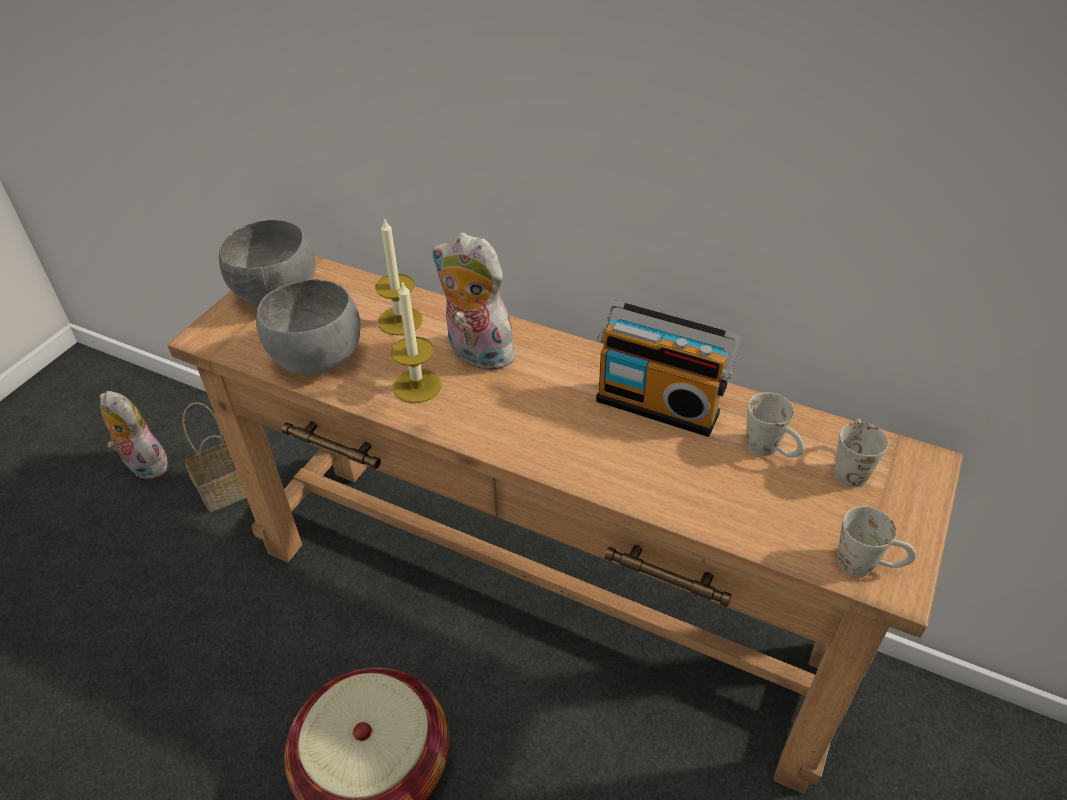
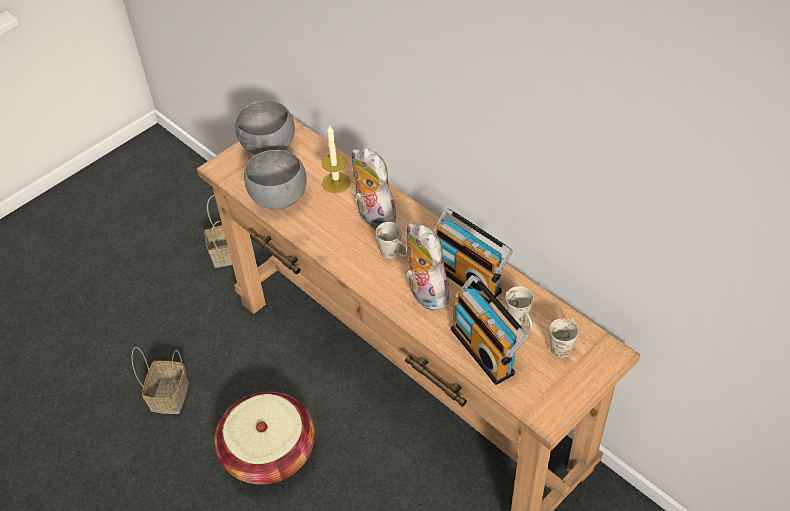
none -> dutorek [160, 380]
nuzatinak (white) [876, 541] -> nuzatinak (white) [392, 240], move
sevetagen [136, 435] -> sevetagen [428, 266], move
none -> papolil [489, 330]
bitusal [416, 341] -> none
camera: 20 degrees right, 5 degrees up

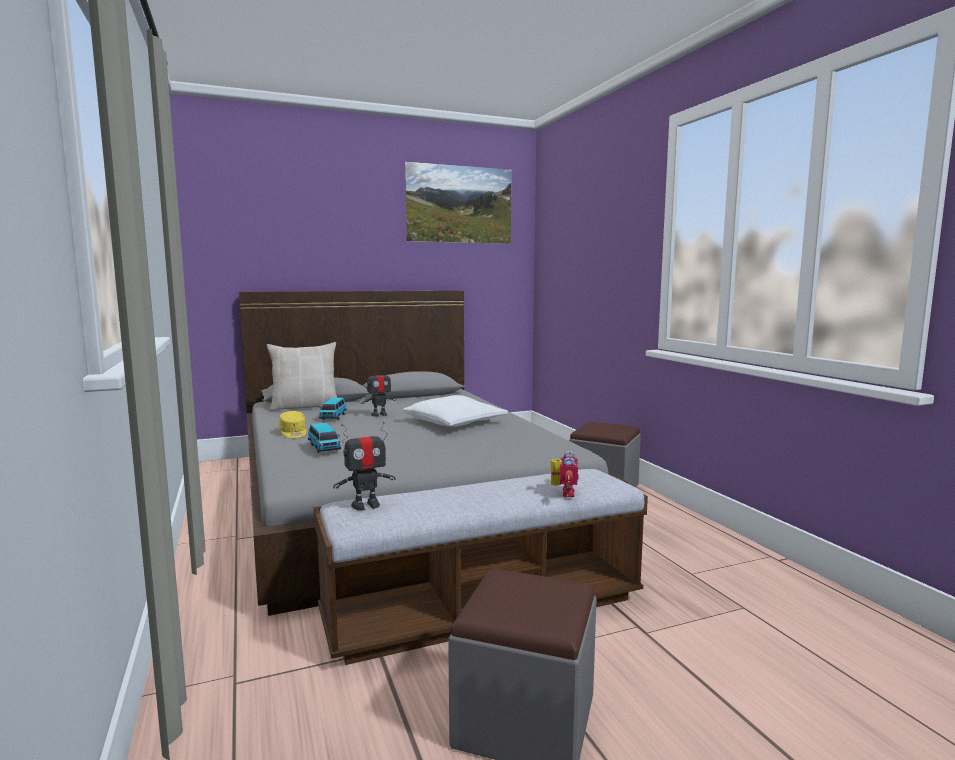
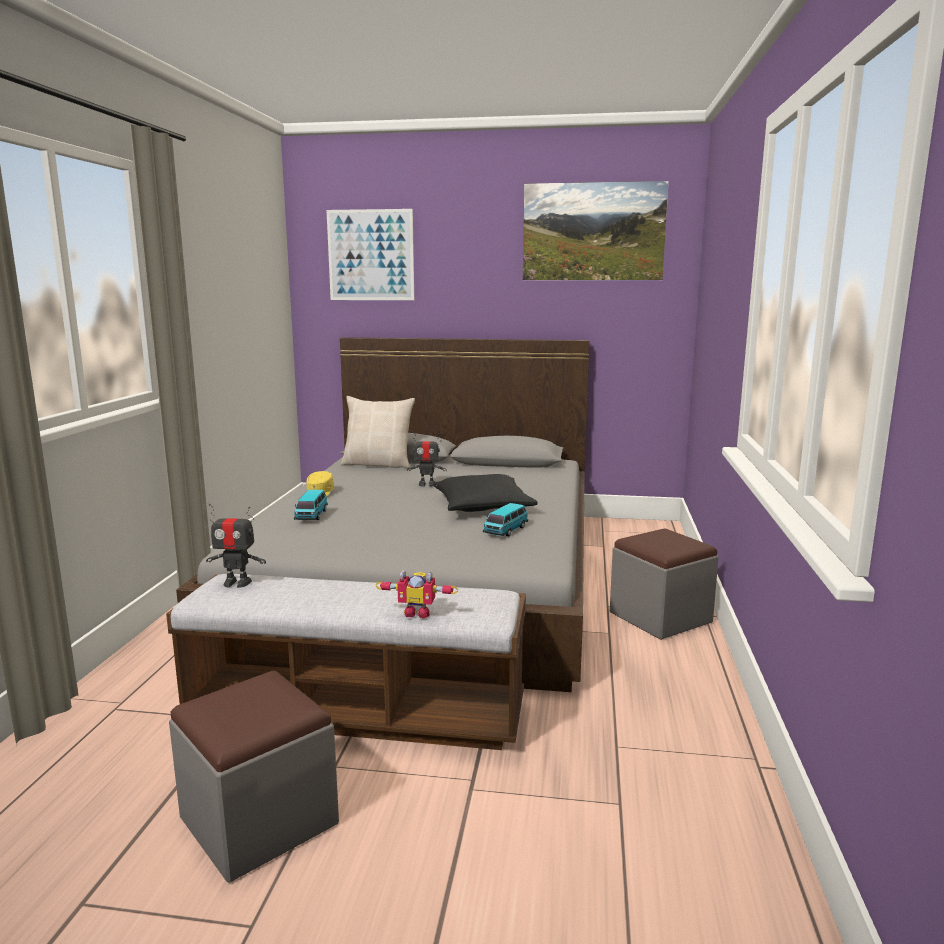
none -> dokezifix [370, 254]
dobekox [565, 474] -> dobekox [416, 594], 60 degrees clockwise
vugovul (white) [455, 411] -> vugovul (black) [485, 493]
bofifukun [333, 409] -> bofifukun [505, 519], move
camera: 30 degrees right, 5 degrees up

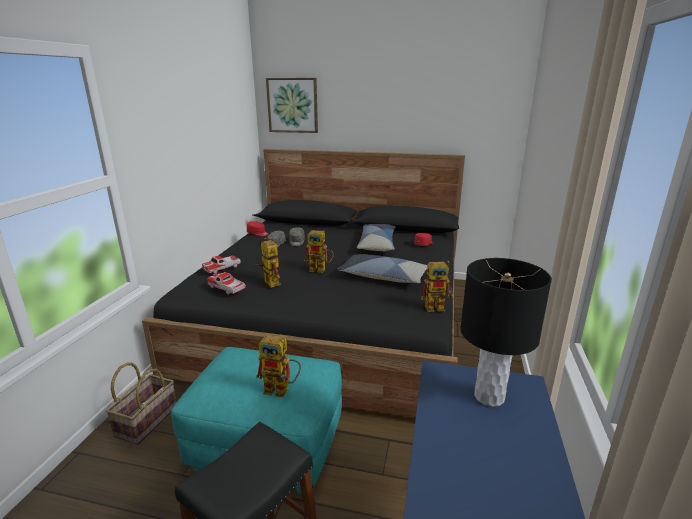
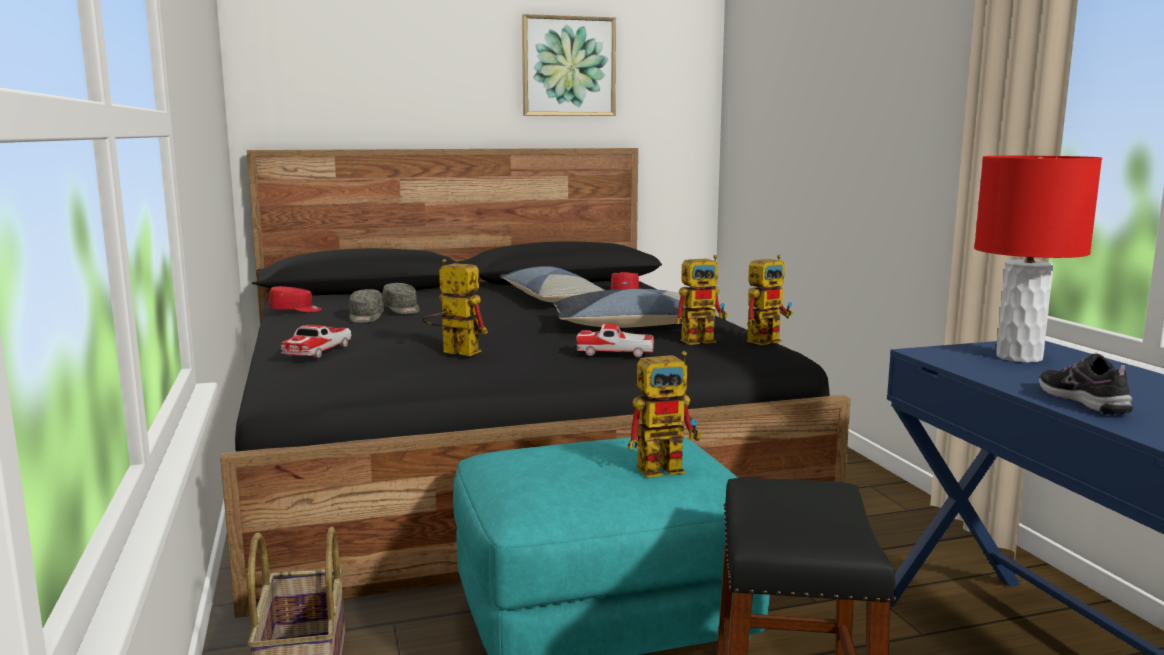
dokezifix [292, 105] -> dokezifix [569, 65], move
bofifukun [226, 283] -> bofifukun [615, 340], move
dobekox [319, 251] -> dobekox [702, 300], move
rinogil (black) [506, 332] -> rinogil (red) [1038, 259]
none -> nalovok [1085, 383]
camera: 30 degrees left, 10 degrees down

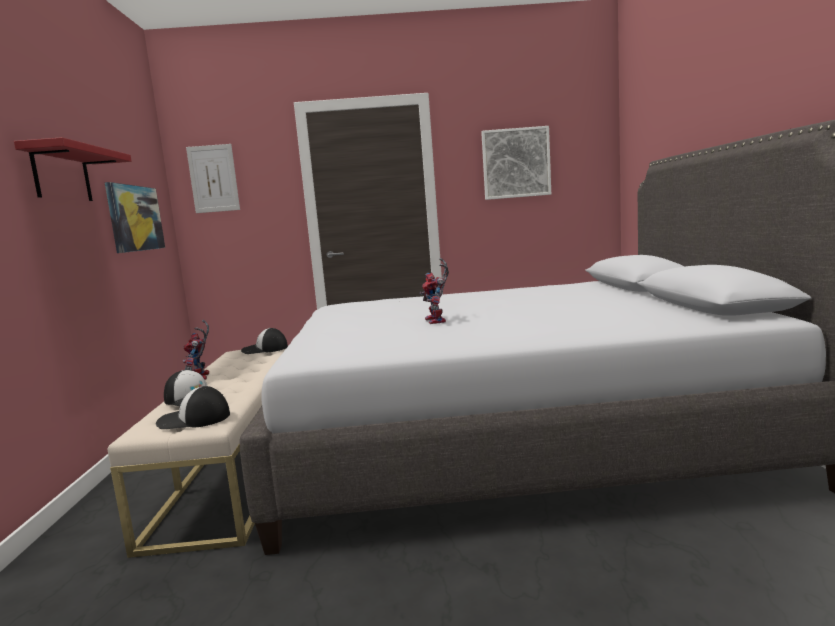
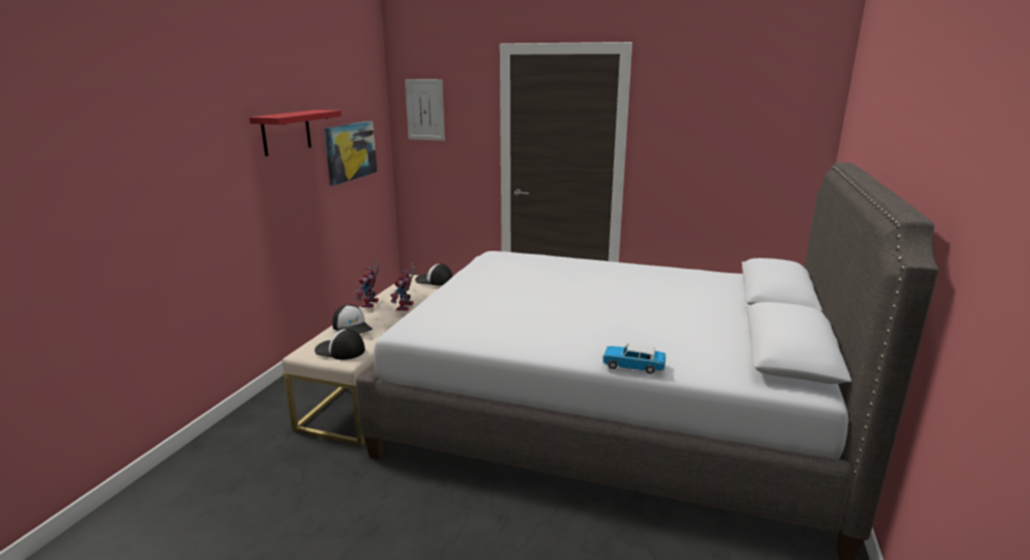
dobekox [434, 291] -> dobekox [402, 287], move
none -> bofifukun [634, 358]
dokezifix [516, 163] -> none
camera: 20 degrees right, 10 degrees up

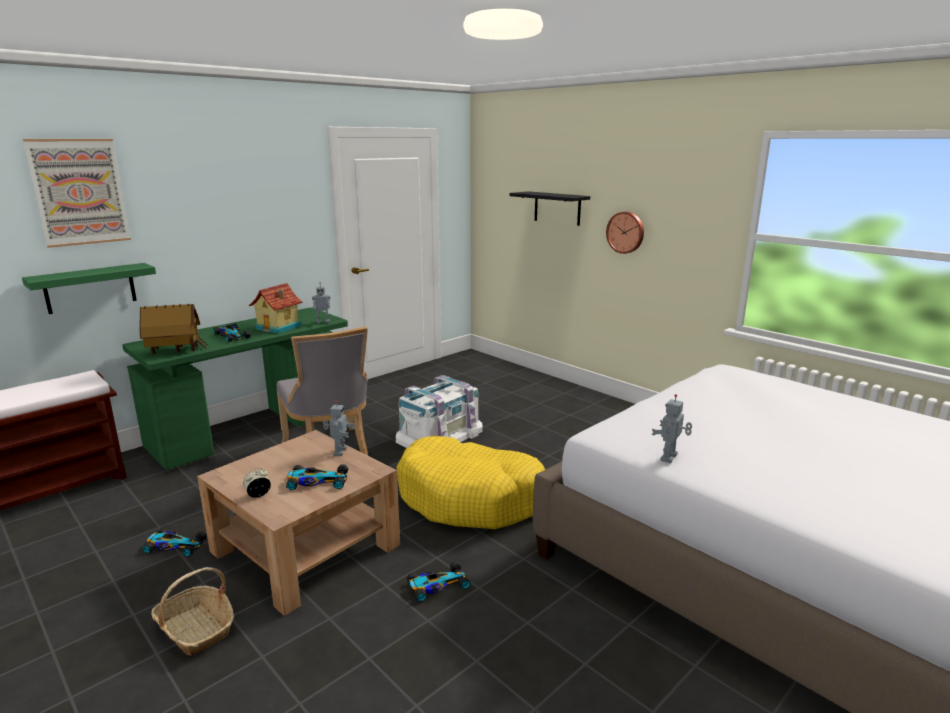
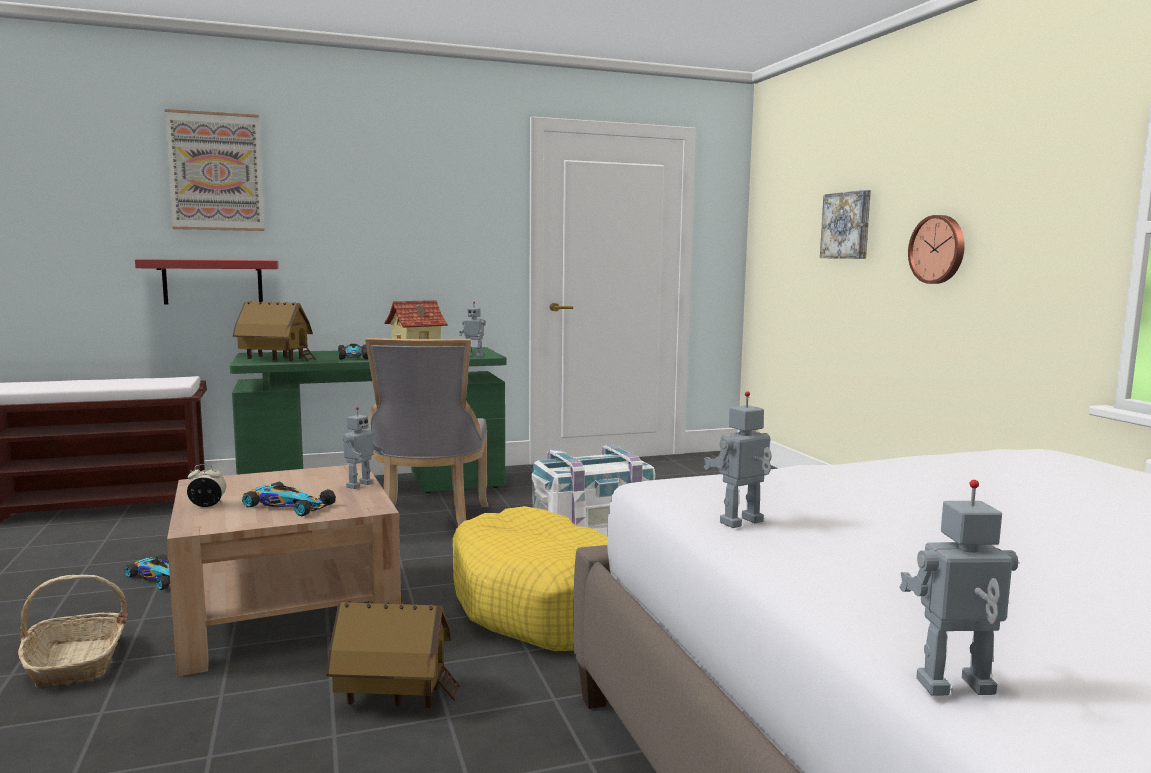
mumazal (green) [89, 288] -> mumazal (red) [207, 282]
bofifukun [439, 582] -> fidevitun [393, 654]
mumazal (black) [549, 208] -> dokezifix [845, 224]
none -> dobekox [959, 588]
camera: 25 degrees right, 10 degrees down

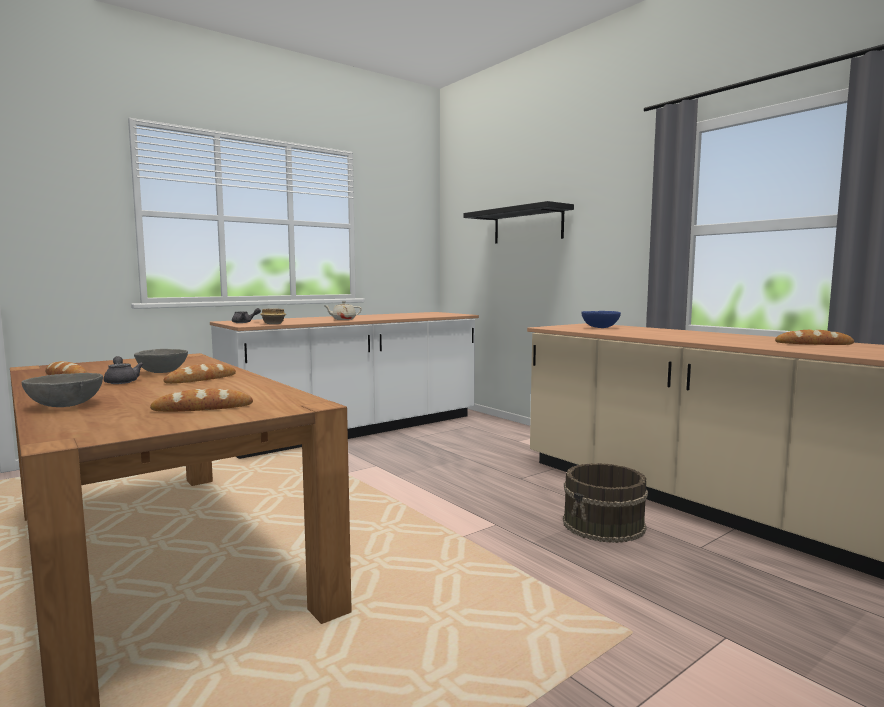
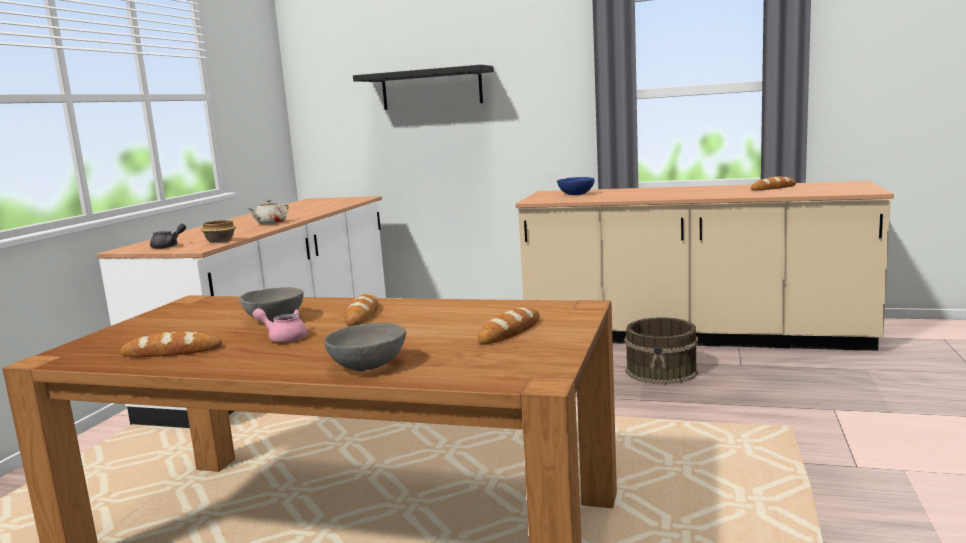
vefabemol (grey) [123, 370] -> vefabemol (pink) [280, 325]
camera: 35 degrees left, 5 degrees up

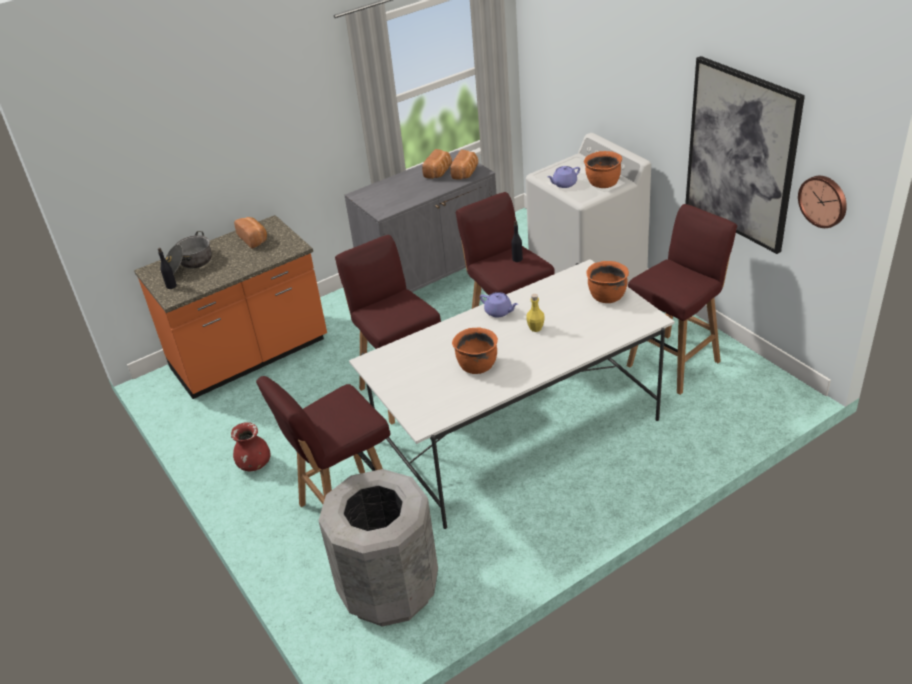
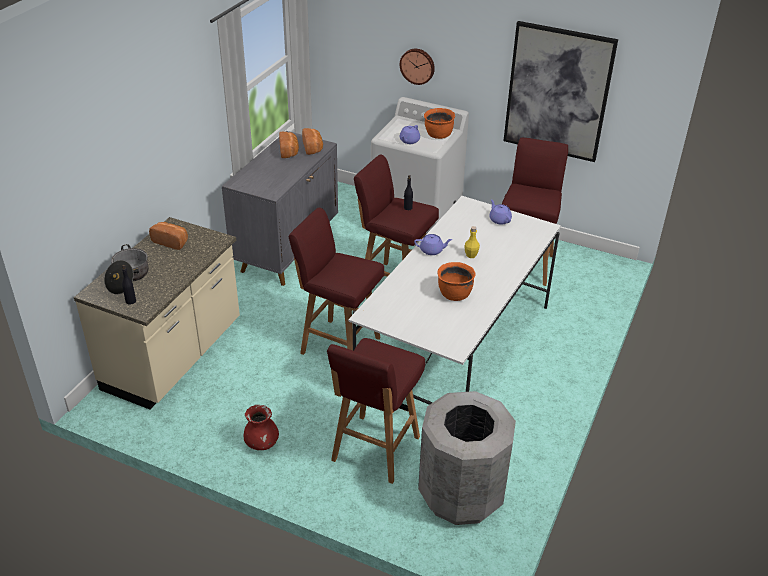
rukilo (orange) [230, 307] -> rukilo (beige) [157, 313]
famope [822, 202] -> famope [417, 67], move
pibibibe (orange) [607, 282] -> vefabemol (purple) [500, 212]
camera: 35 degrees left, 0 degrees up

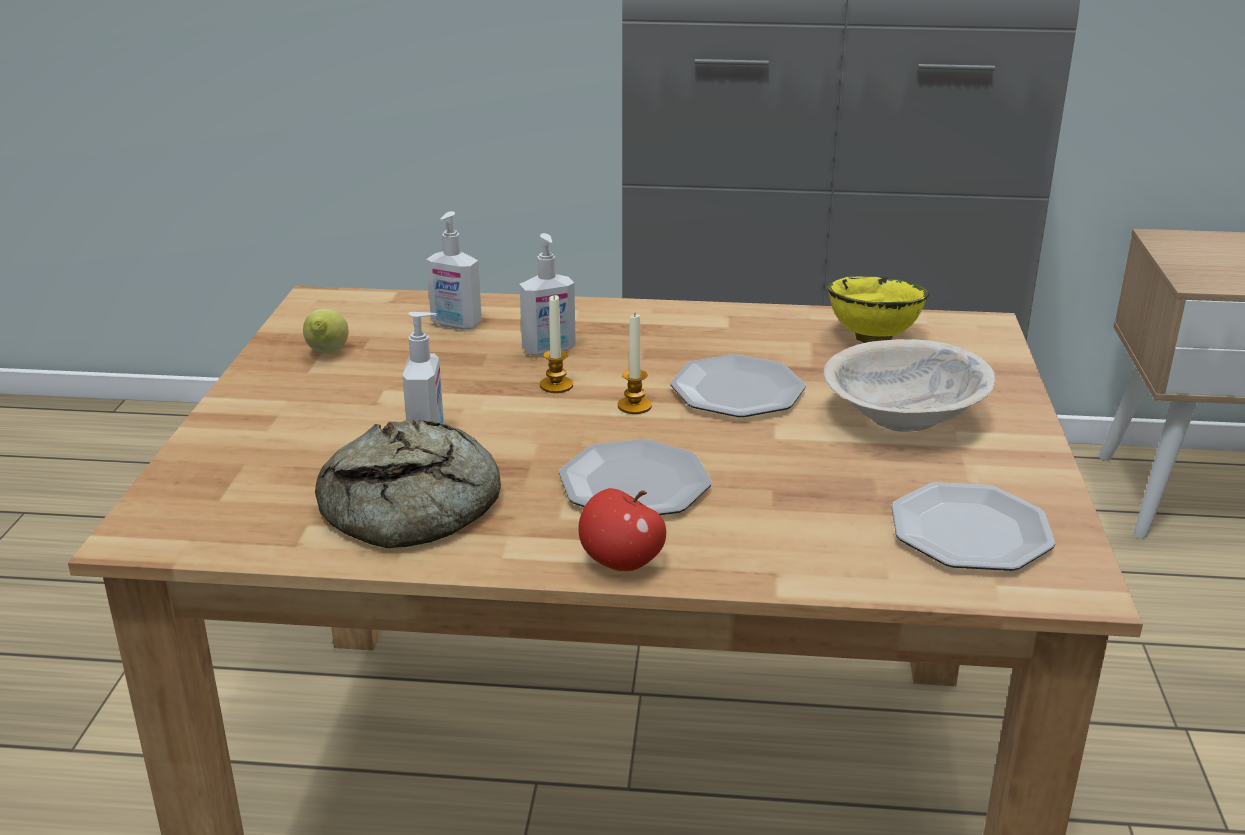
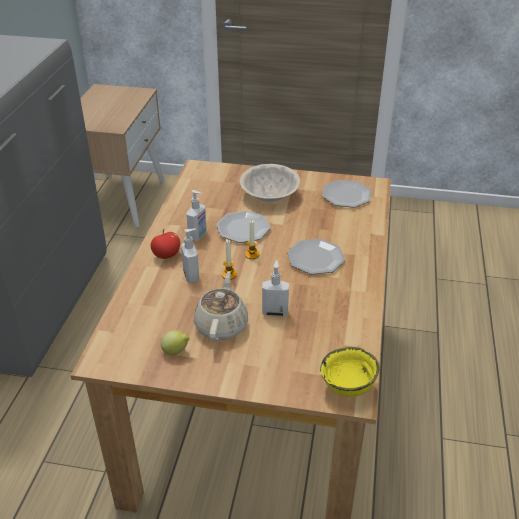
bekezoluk [622, 529] -> bekezoluk [165, 244], move
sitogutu [454, 270] -> sitogutu [196, 215], move
none -> vefabemol (beige) [221, 307]
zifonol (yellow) [878, 310] -> zifonol (yellow) [349, 372], move
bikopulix [408, 483] -> none
camera: 85 degrees left, 10 degrees up

